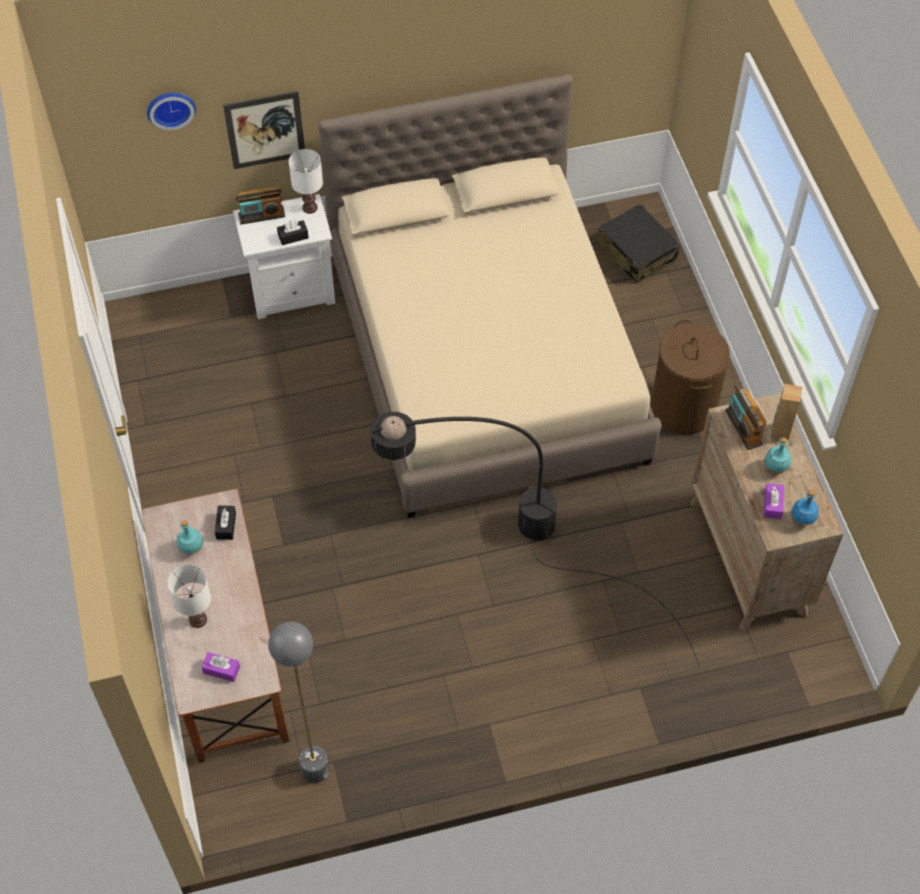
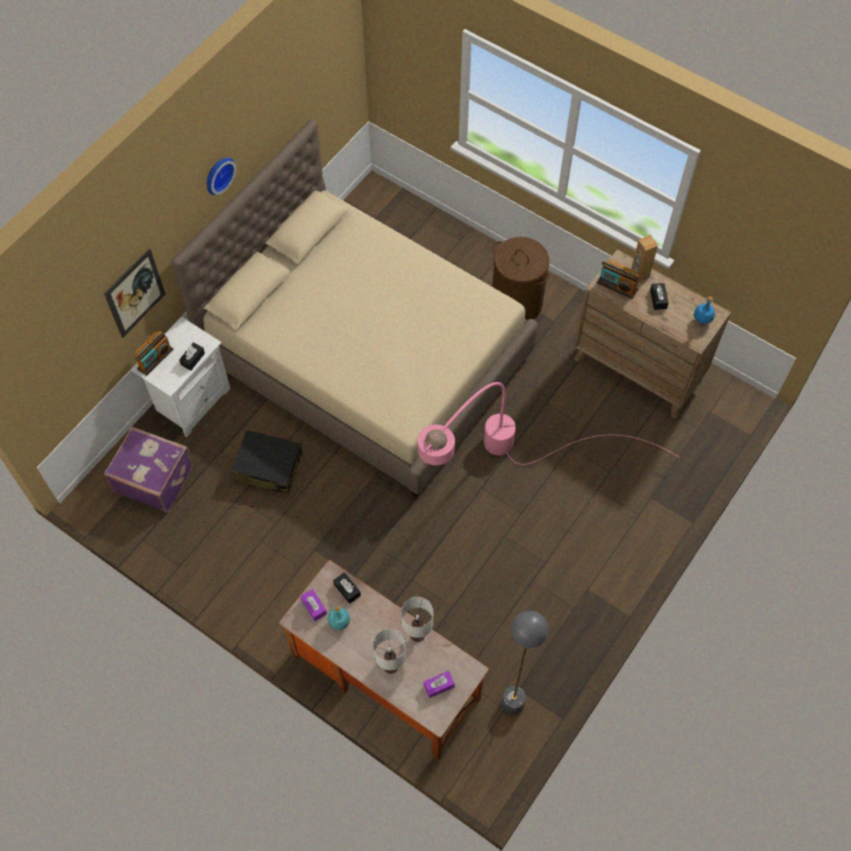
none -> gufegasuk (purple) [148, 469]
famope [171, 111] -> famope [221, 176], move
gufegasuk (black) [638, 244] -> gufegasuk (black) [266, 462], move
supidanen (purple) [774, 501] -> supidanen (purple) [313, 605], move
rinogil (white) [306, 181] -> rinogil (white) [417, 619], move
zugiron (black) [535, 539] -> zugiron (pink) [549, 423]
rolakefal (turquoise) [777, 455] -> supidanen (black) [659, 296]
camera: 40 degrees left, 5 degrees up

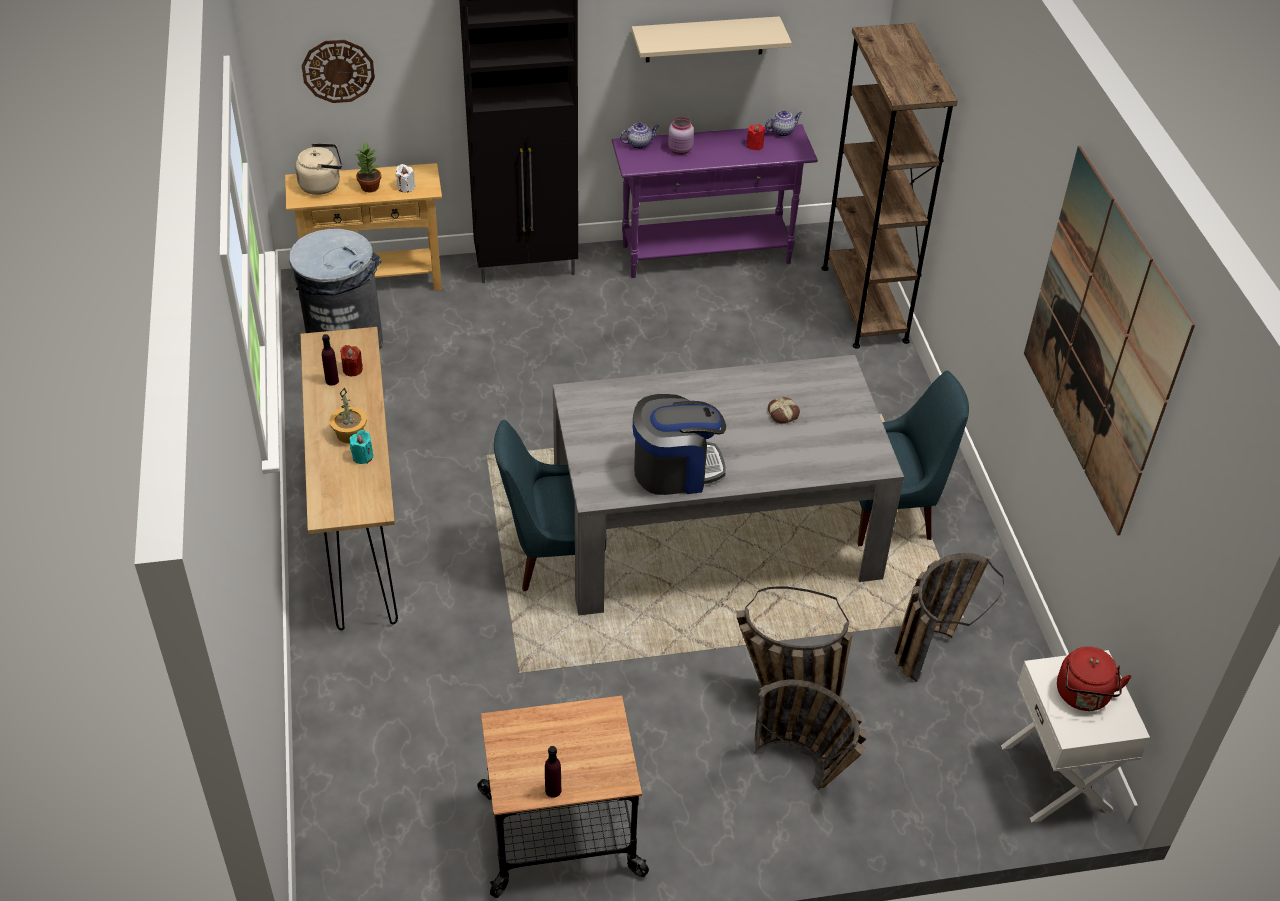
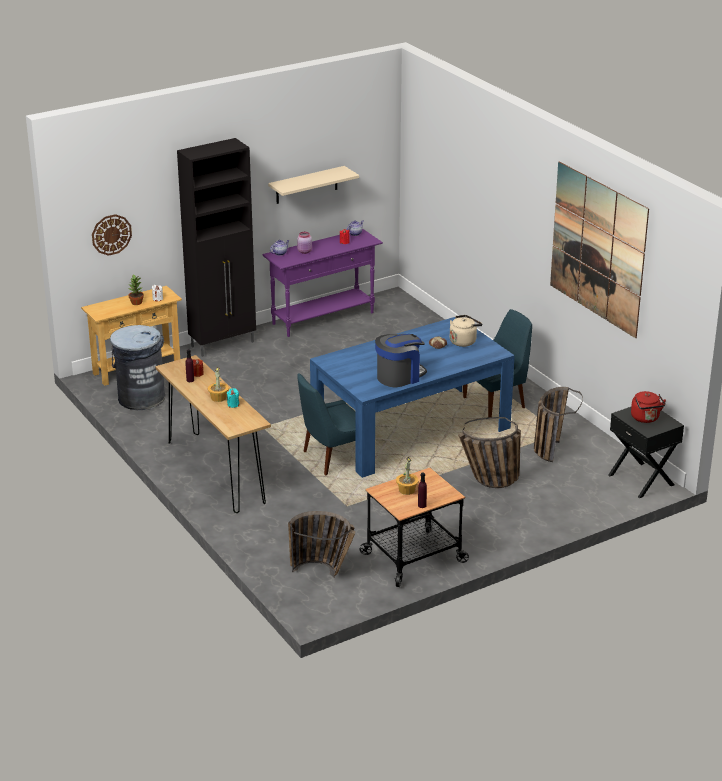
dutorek [810, 734] -> dutorek [321, 544], move
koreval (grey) [728, 485] -> koreval (blue) [412, 397]
none -> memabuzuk [407, 476]
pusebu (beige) [318, 169] -> pusebu (beige) [466, 331], move
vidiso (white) [1075, 736] -> vidiso (black) [646, 452]
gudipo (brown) [890, 186] -> none
camera: 20 degrees left, 15 degrees down

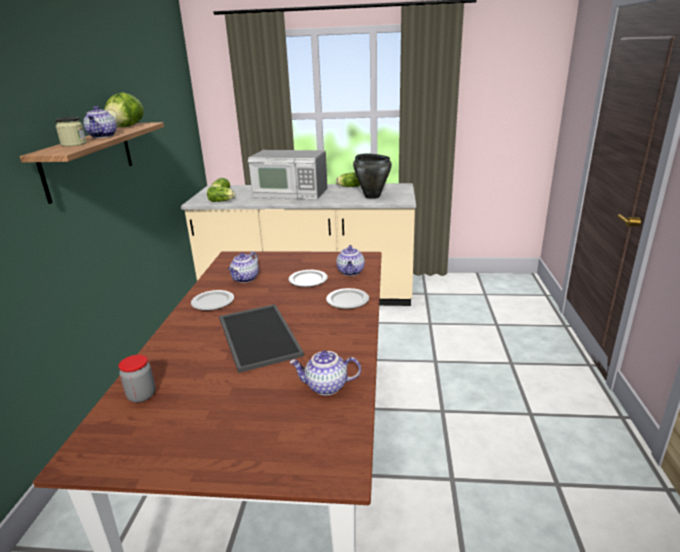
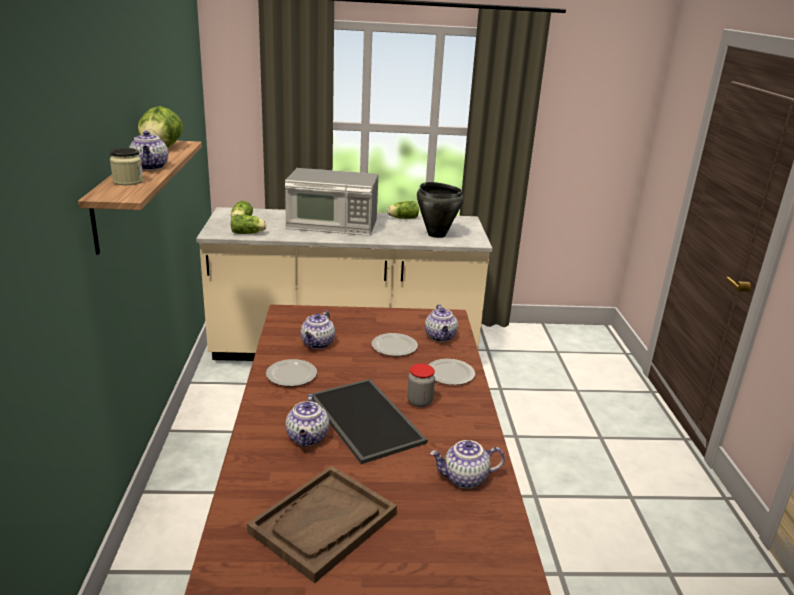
none -> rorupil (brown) [322, 524]
none -> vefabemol [307, 420]
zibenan [136, 379] -> zibenan [421, 385], move
camera: 10 degrees left, 0 degrees up

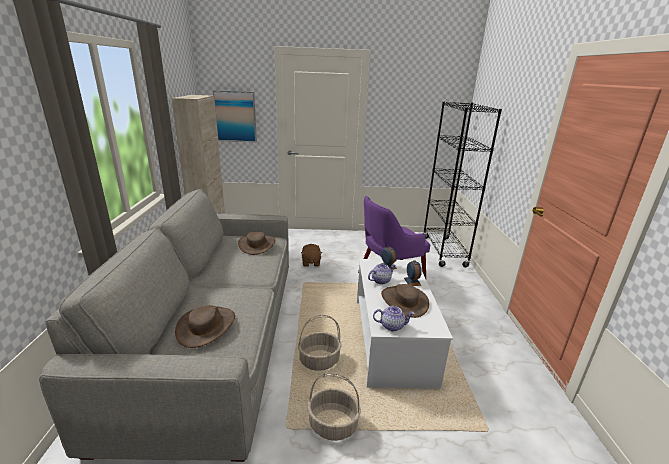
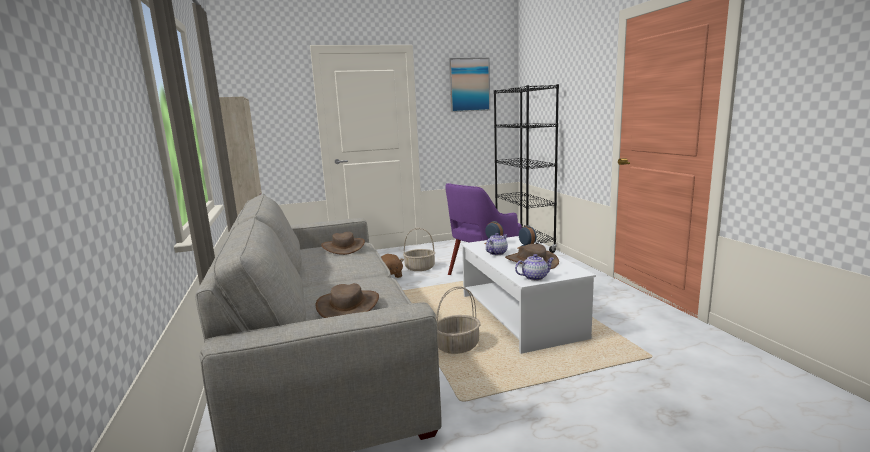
dutorek [334, 407] -> dutorek [419, 249], move
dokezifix [235, 116] -> dokezifix [469, 85], move
camera: 15 degrees left, 10 degrees down

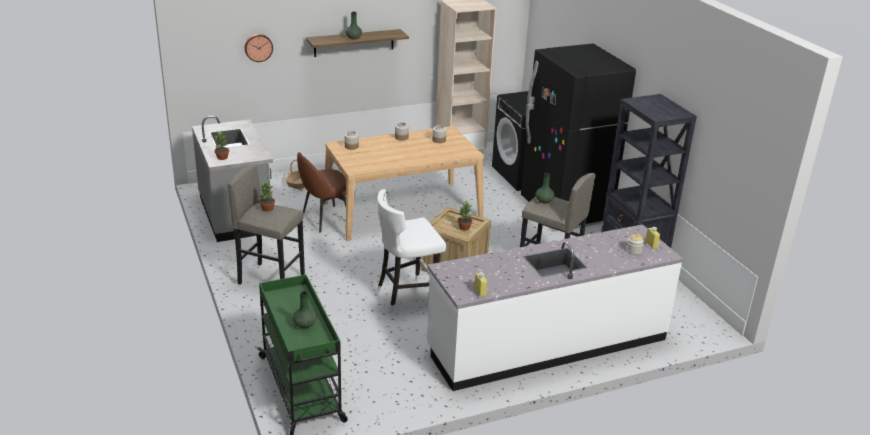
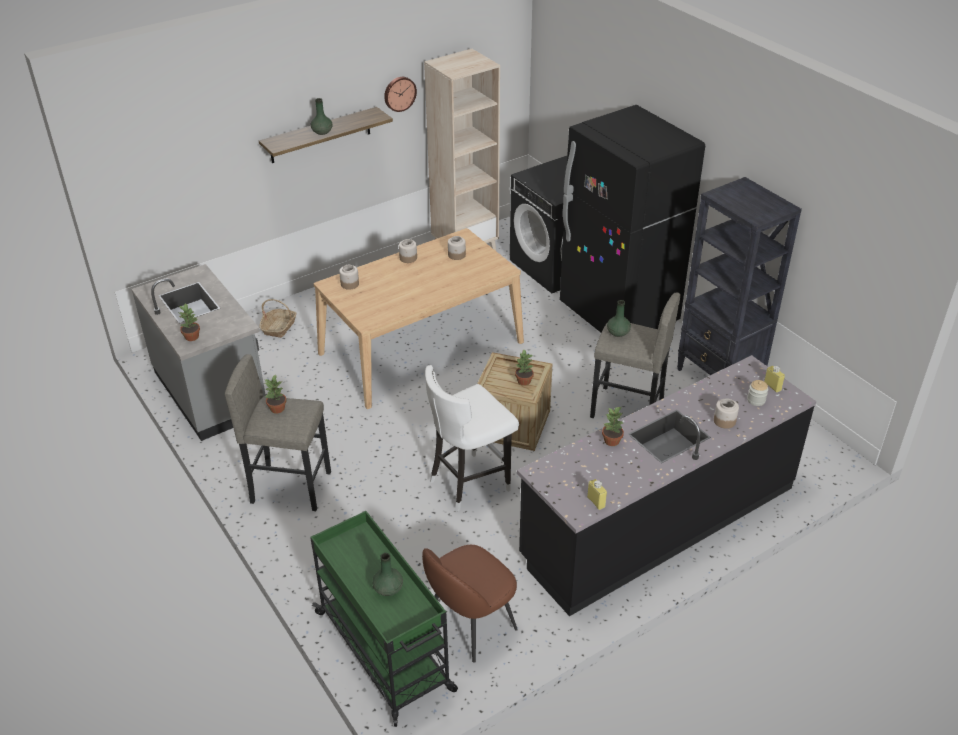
famope [259, 48] -> famope [400, 94], move
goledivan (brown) [325, 192] -> goledivan (brown) [470, 604], move
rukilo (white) [555, 307] -> rukilo (black) [667, 485]
none -> memabuzuk [613, 426]
none -> zibenan [726, 414]
camera: 10 degrees left, 10 degrees up

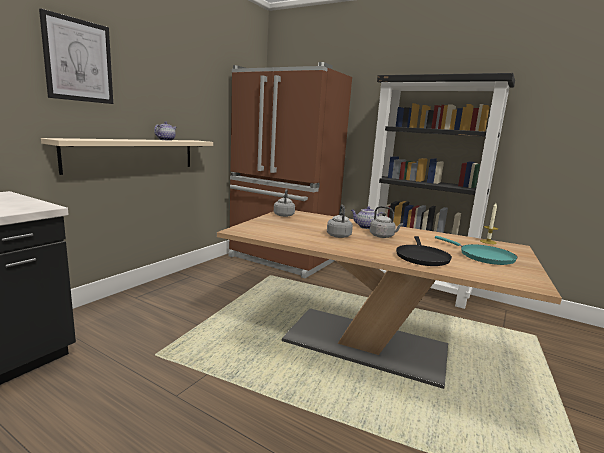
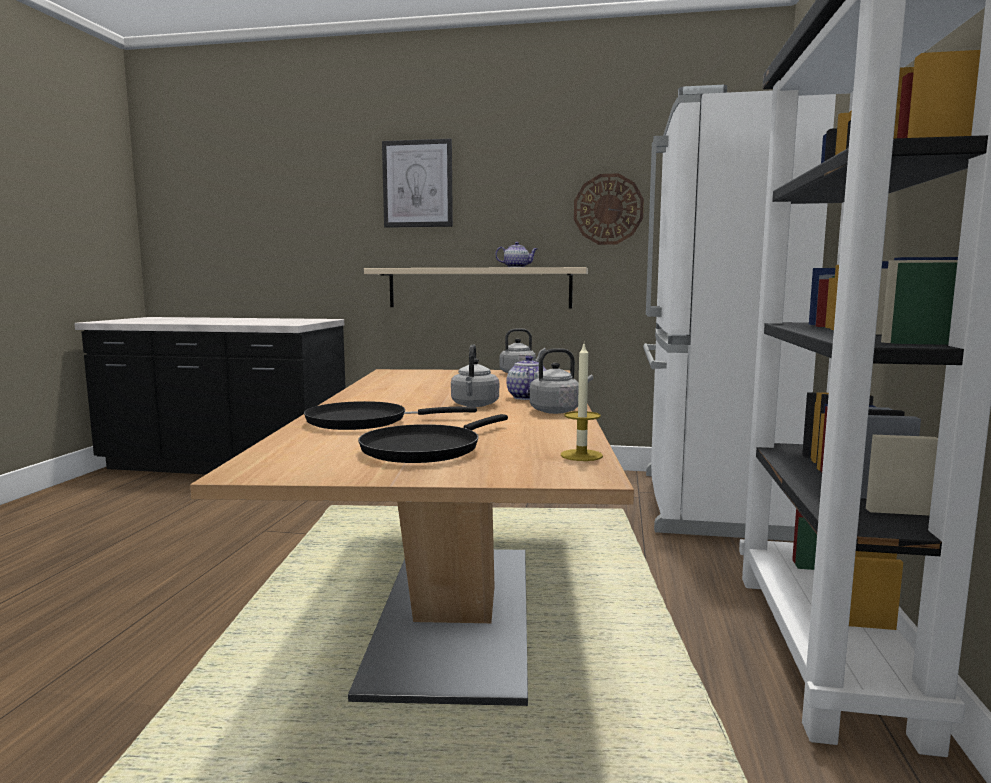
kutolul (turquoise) [476, 250] -> kutolul (black) [433, 438]
pusebu (grey) [340, 221] -> pusebu (grey) [561, 381], move
none -> famope [609, 209]
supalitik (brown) [290, 170] -> supalitik (white) [739, 313]
camera: 70 degrees right, 5 degrees down

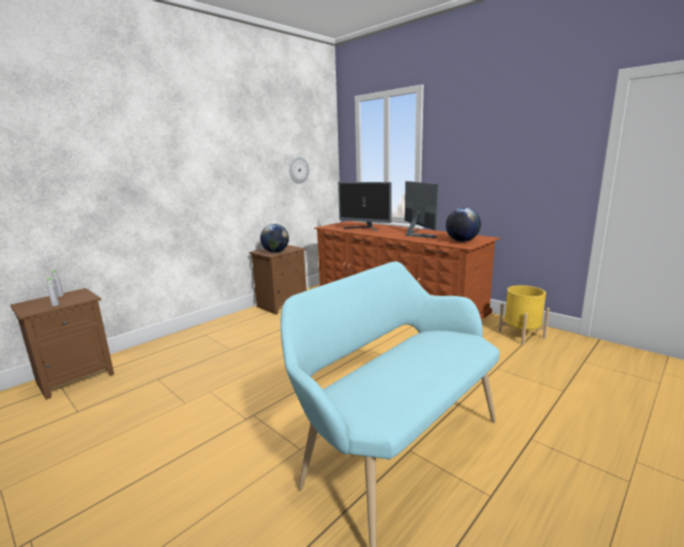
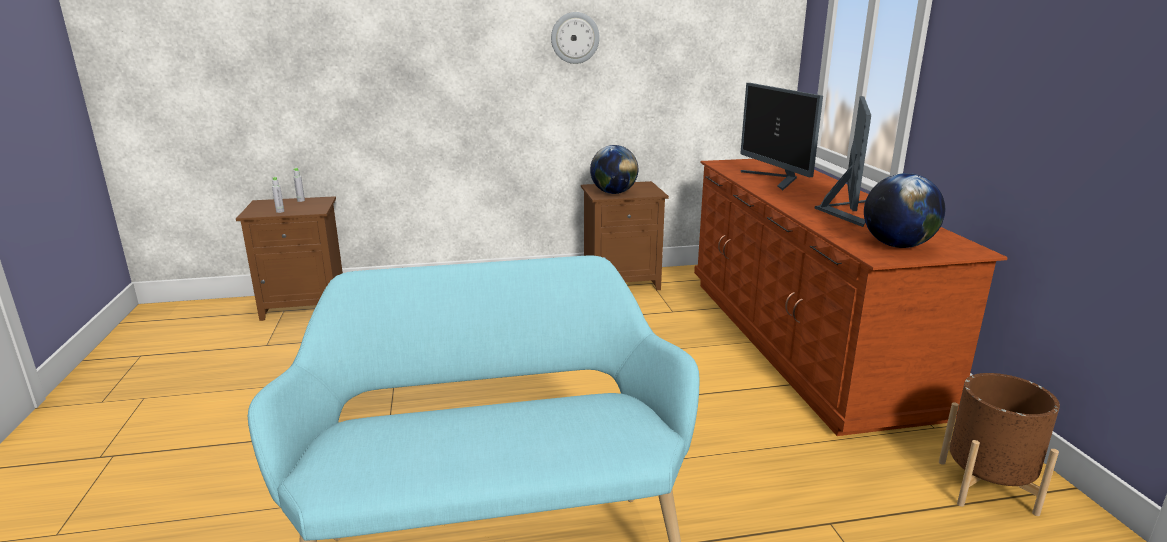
famope [299, 170] -> famope [575, 38], move
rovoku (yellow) [524, 315] -> rovoku (brown) [999, 444]
camera: 35 degrees right, 5 degrees up

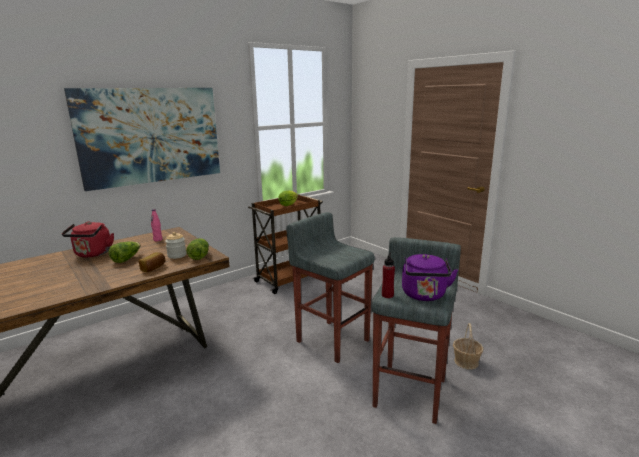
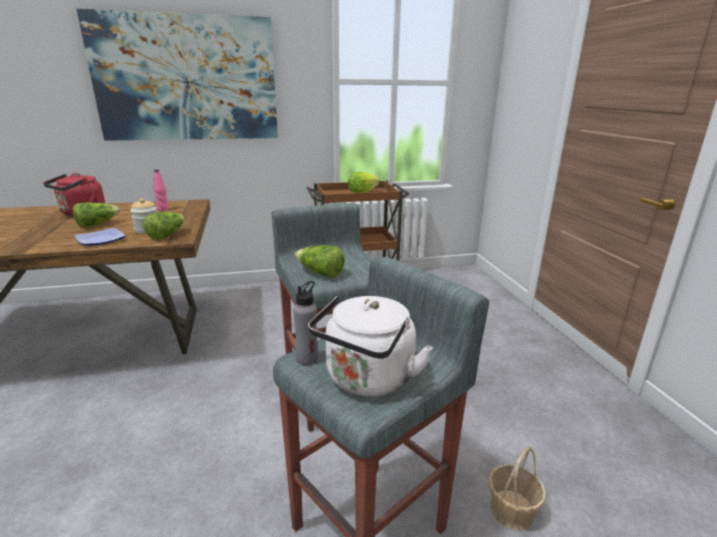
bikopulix [152, 262] -> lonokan [100, 236]
rolakefal (red) [388, 275] -> rolakefal (grey) [305, 323]
none -> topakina [320, 261]
pusebu (purple) [430, 277] -> pusebu (white) [370, 346]
camera: 25 degrees right, 5 degrees up

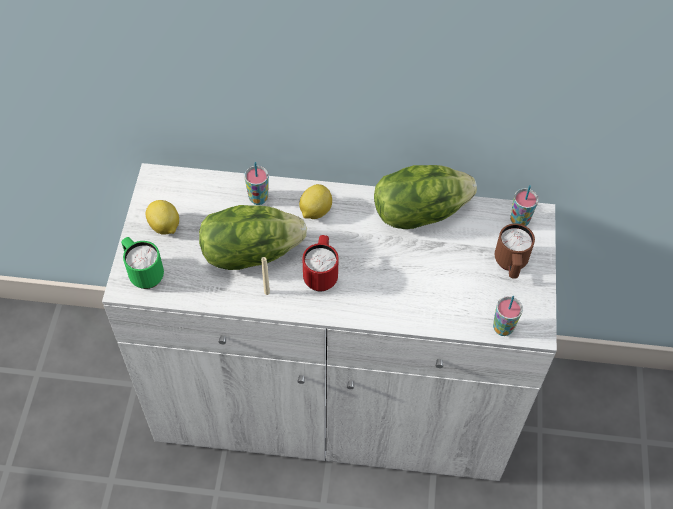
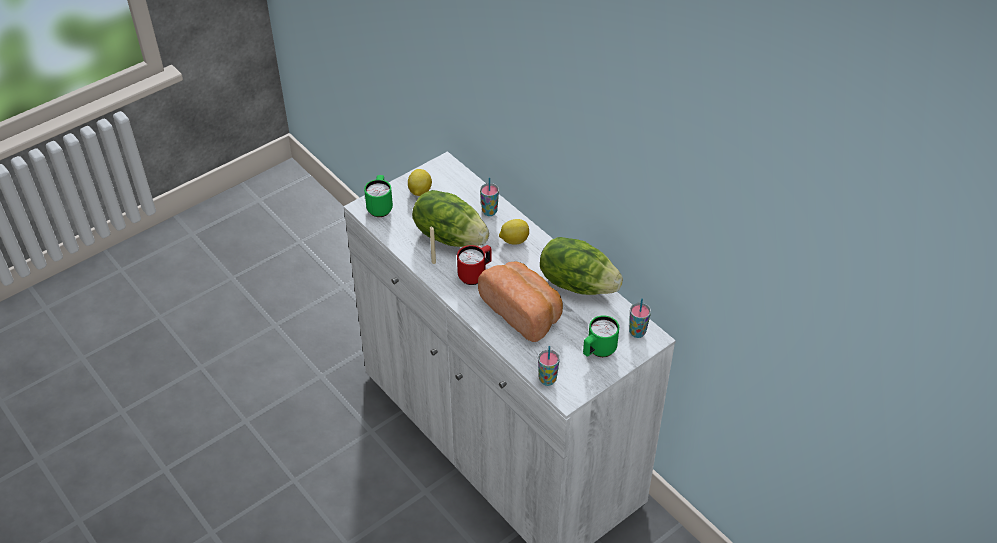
none -> bikopulix [520, 302]
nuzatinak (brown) [515, 251] -> nuzatinak (green) [601, 336]
camera: 45 degrees right, 10 degrees down

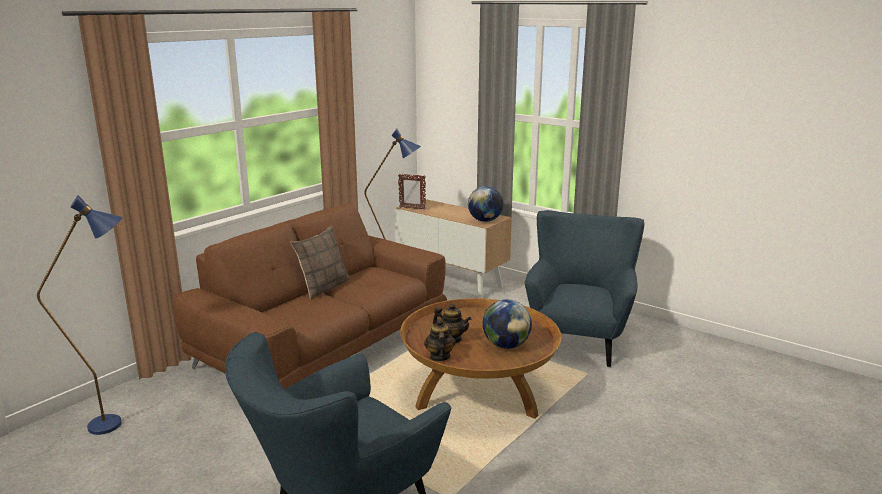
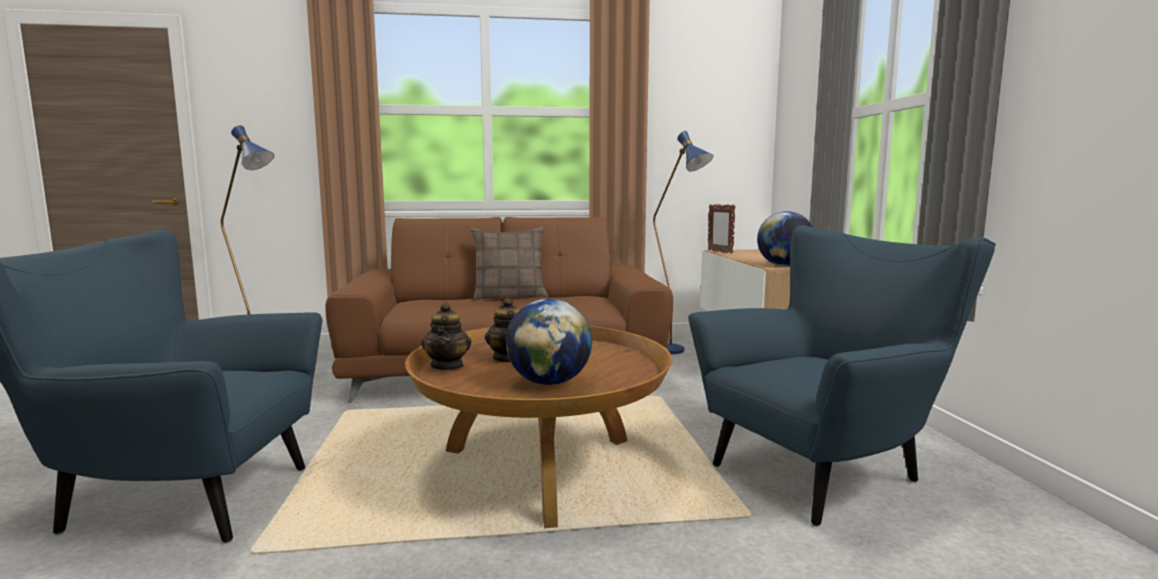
vefabemol [440, 340] -> vefabemol [446, 336], 135 degrees clockwise
camera: 45 degrees right, 10 degrees down

